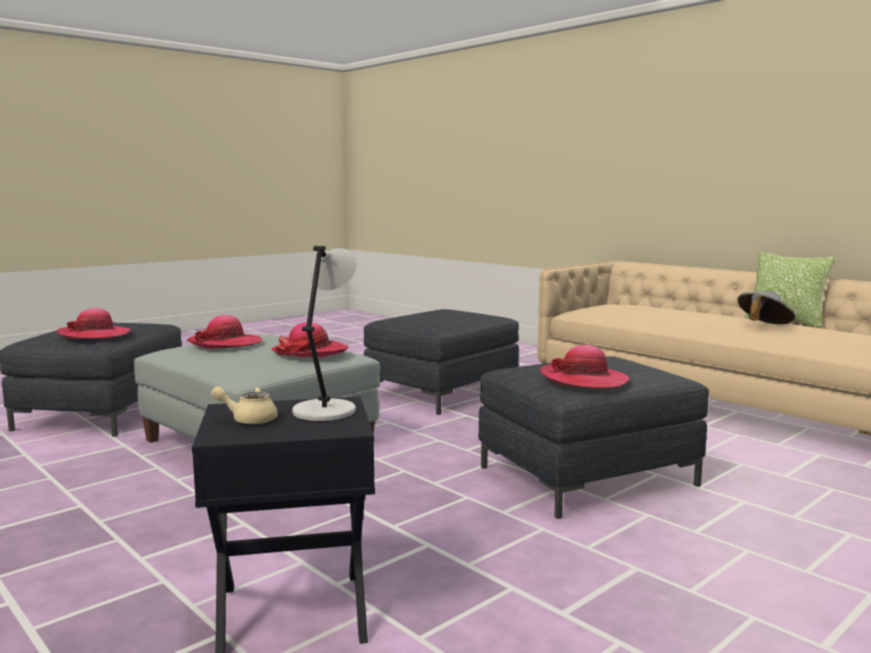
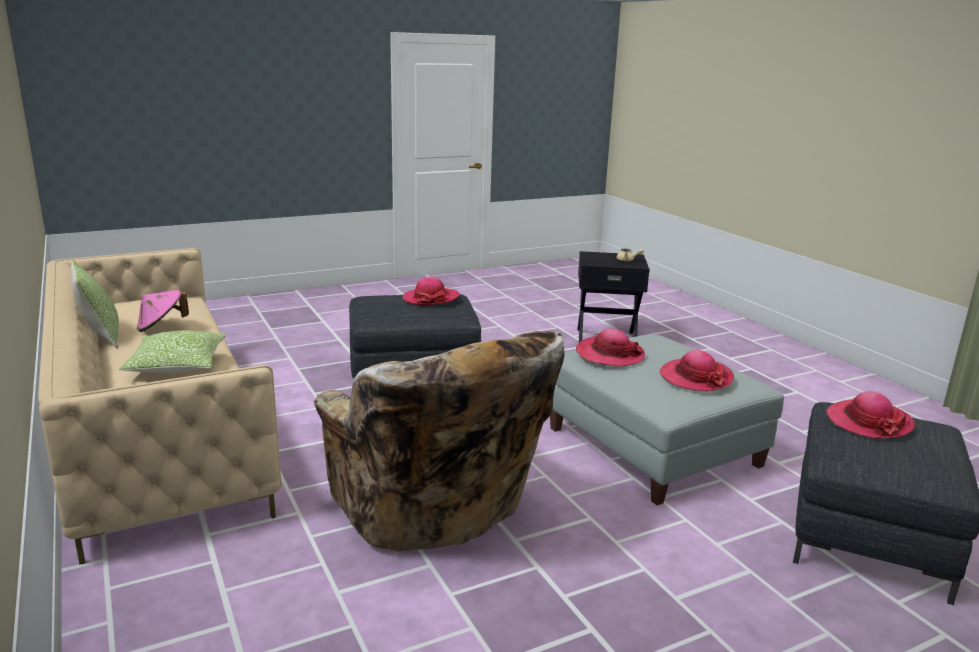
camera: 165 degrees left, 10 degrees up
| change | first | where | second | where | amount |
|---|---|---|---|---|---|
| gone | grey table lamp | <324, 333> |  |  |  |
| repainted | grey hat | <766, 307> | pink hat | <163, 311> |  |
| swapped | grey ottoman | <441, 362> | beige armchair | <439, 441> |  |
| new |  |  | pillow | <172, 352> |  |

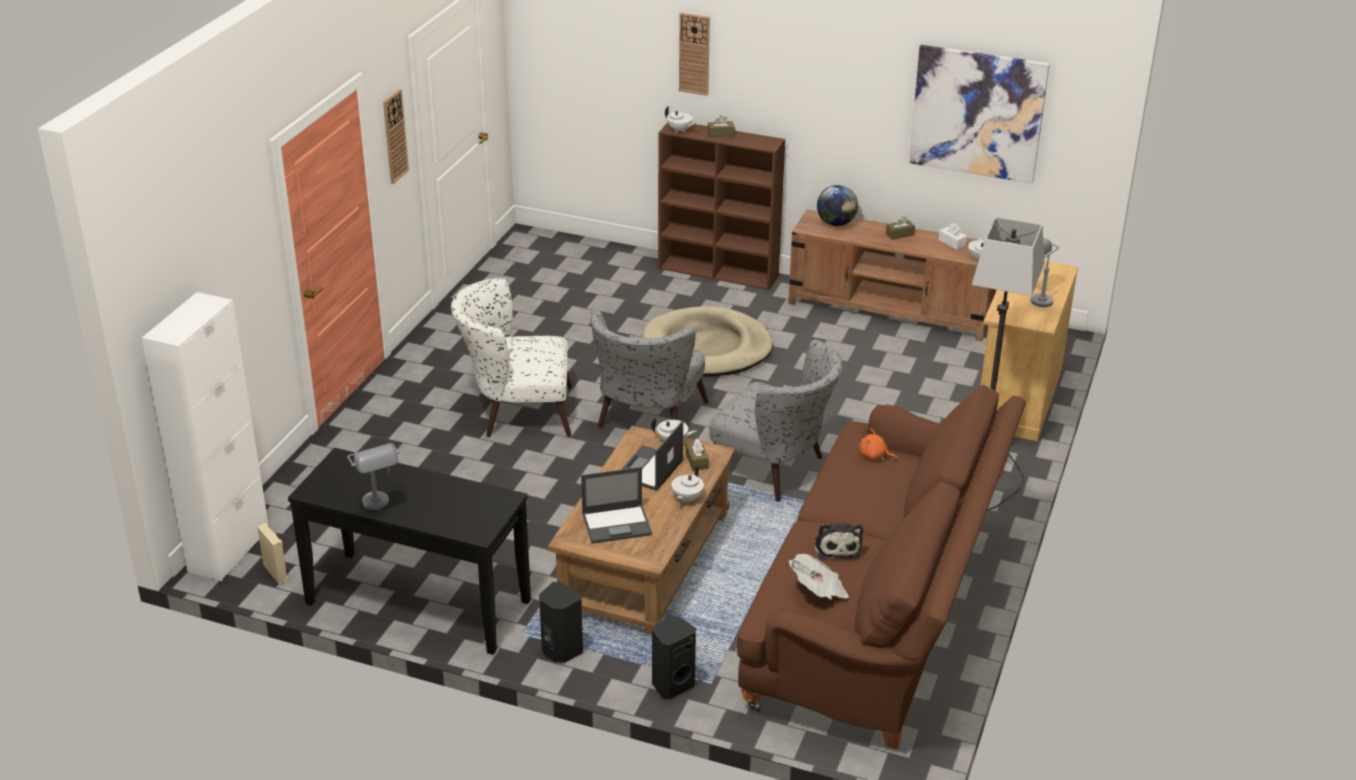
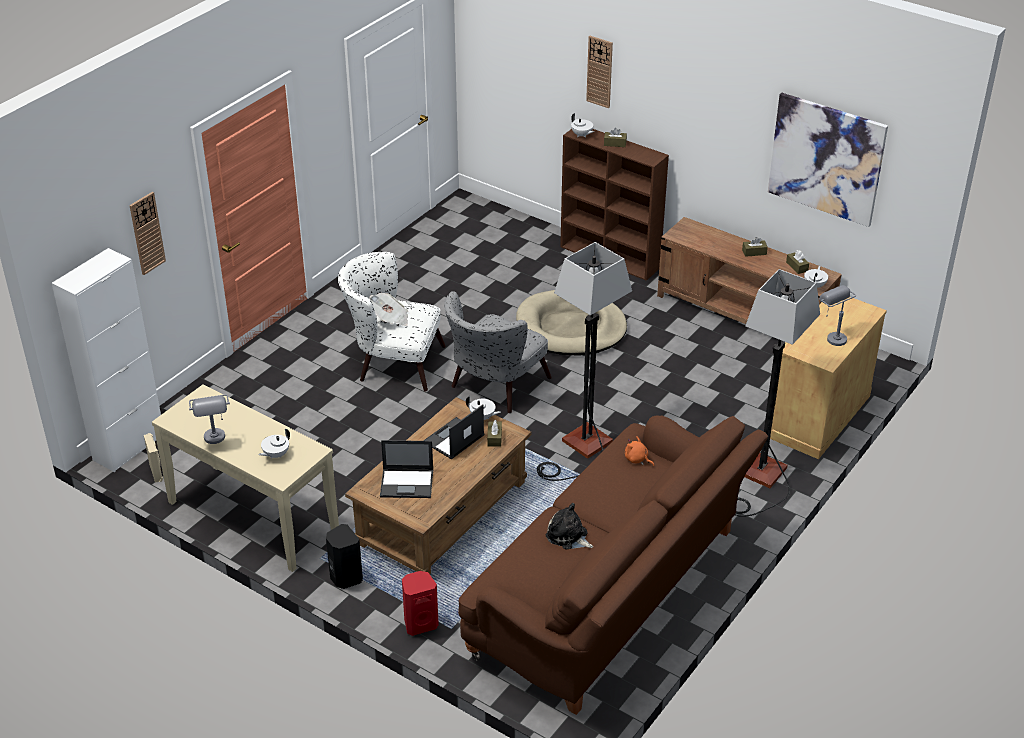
camera: 15 degrees right, 5 degrees up
| change | first | where | second | where | amount |
|---|---|---|---|---|---|
| shifted | wall clock | <396, 136> |  | <148, 233> |  |
| gone | globe | <837, 205> |  |  |  |
| repainted | white tissue box | <953, 236> | brown tissue box | <797, 262> |  |
| swapped | grey armchair | <775, 421> | floor lamp | <584, 361> |  |
| repainted | black console table | <409, 551> | beige console table | <245, 478> |  |
| shifted | white teapot | <687, 484> |  | <274, 443> |  |
| rotated | plush toy | <839, 541> |  | <569, 526> | 120 degrees clockwise |
| shifted | newspaper | <819, 576> |  | <388, 309> |  |
| repainted | black speaker | <674, 658> | red speaker | <420, 603> |  |

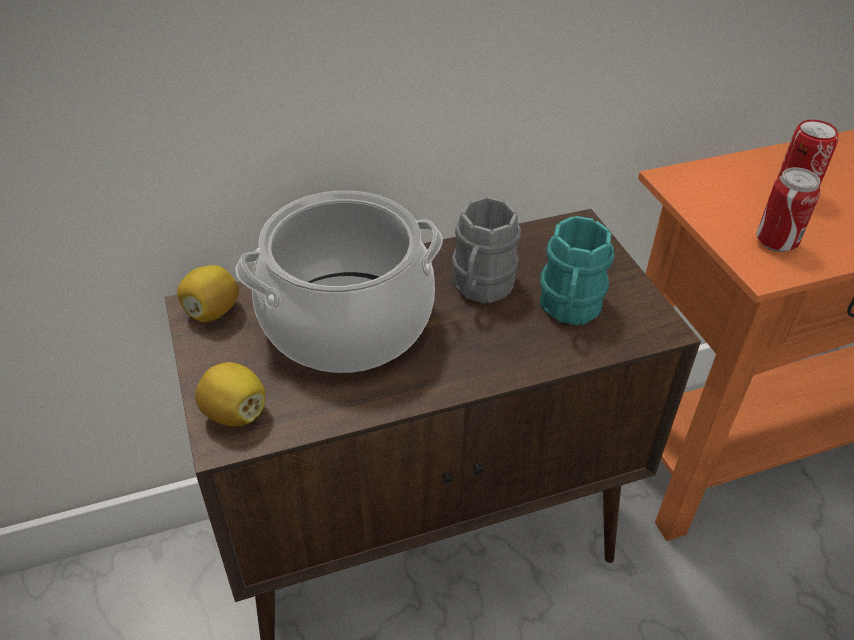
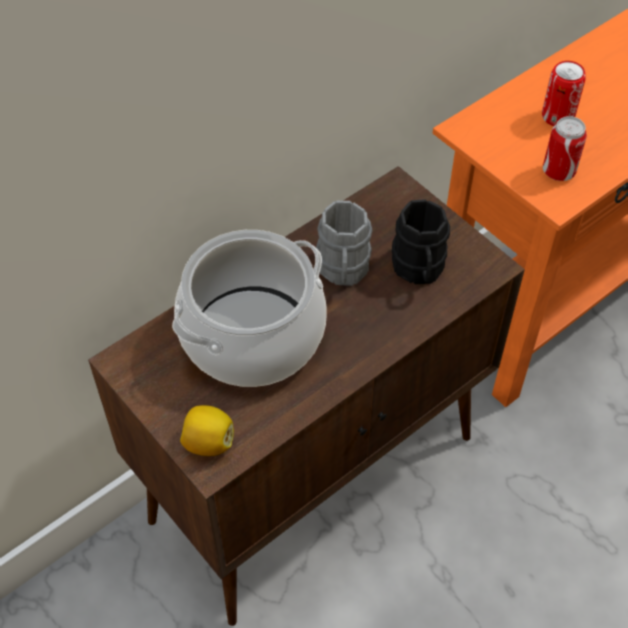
camera: 20 degrees left, 10 degrees up
| change | first | where | second | where | amount |
|---|---|---|---|---|---|
| repainted | turquoise mug | <577, 270> | black mug | <421, 241> |  |
| gone | lemon | <208, 293> |  |  |  |

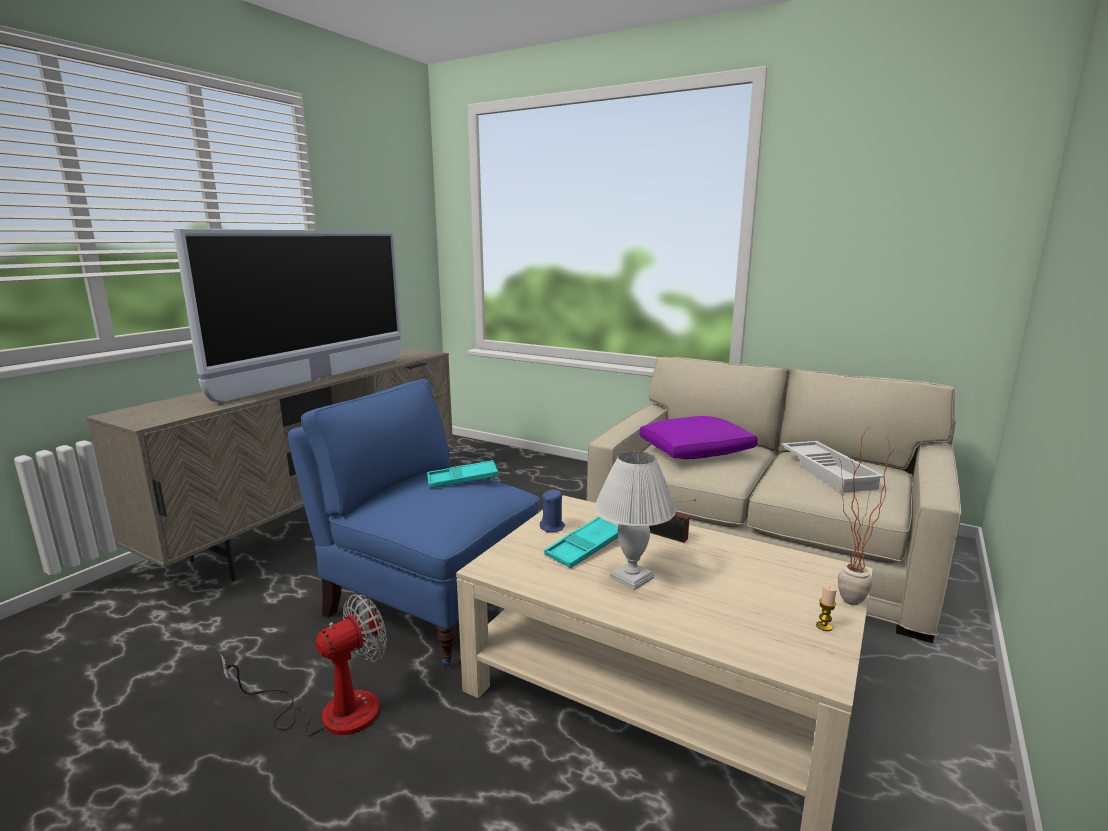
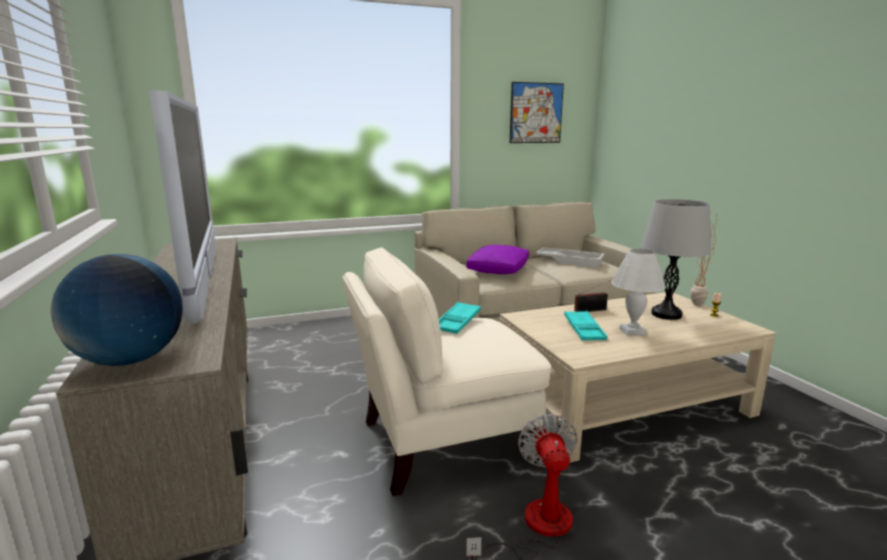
camera: 50 degrees left, 0 degrees up
| change | first | where | second | where | amount |
|---|---|---|---|---|---|
| repainted | blue armchair | <413, 522> | beige armchair | <446, 371> |  |
| gone | blue candle | <552, 511> |  |  |  |
| new |  |  | picture | <537, 112> |  |
| new |  |  | grey table lamp | <676, 259> |  |
| new |  |  | globe | <116, 310> |  |

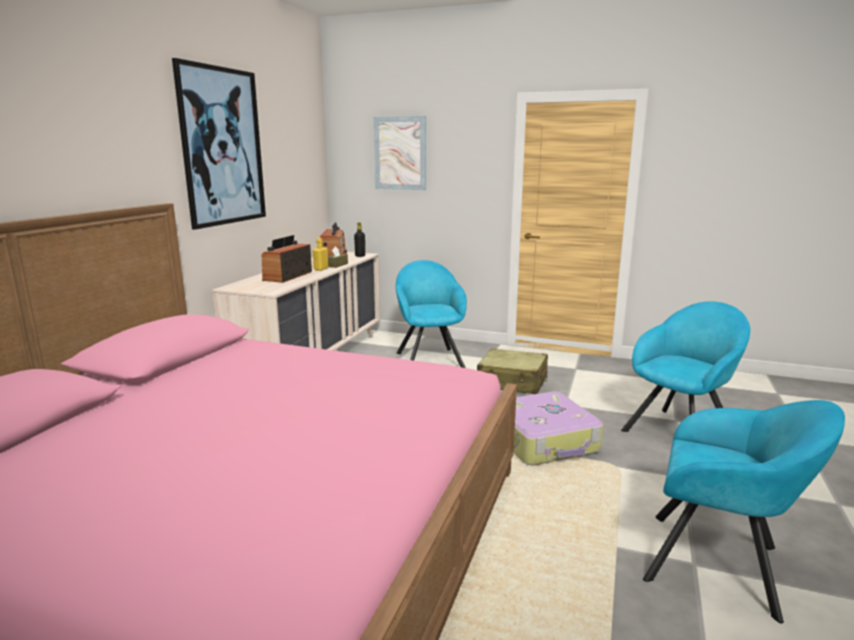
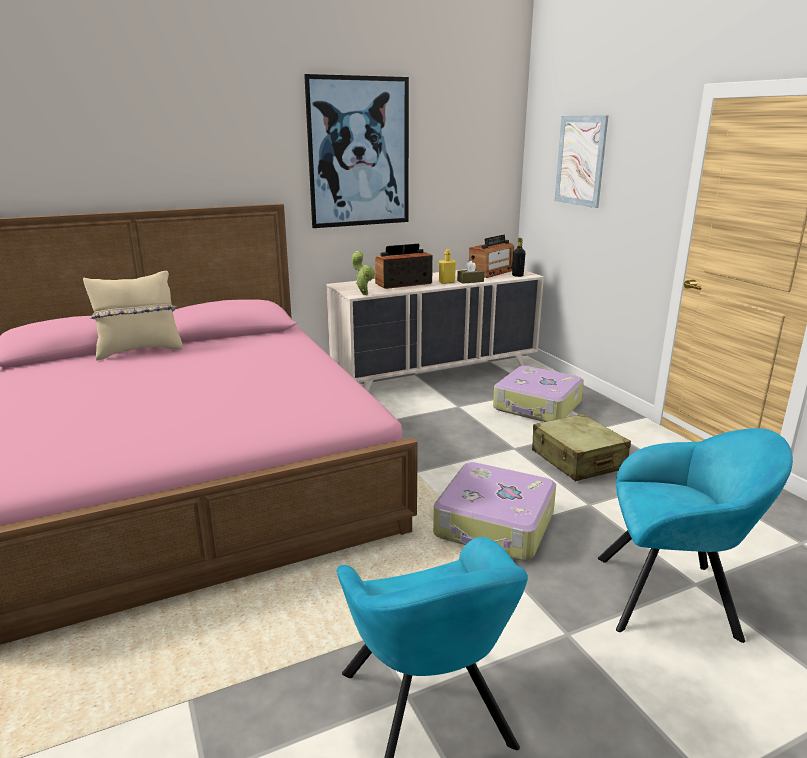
camera: 45 degrees right, 5 degrees up
| change | first | where | second | where | amount |
|---|---|---|---|---|---|
| swapped | turquoise armchair | <431, 314> | suitcase | <538, 394> |  |
| new |  |  | potted plant | <363, 273> |  |
| new |  |  | beige pillow | <133, 315> |  |

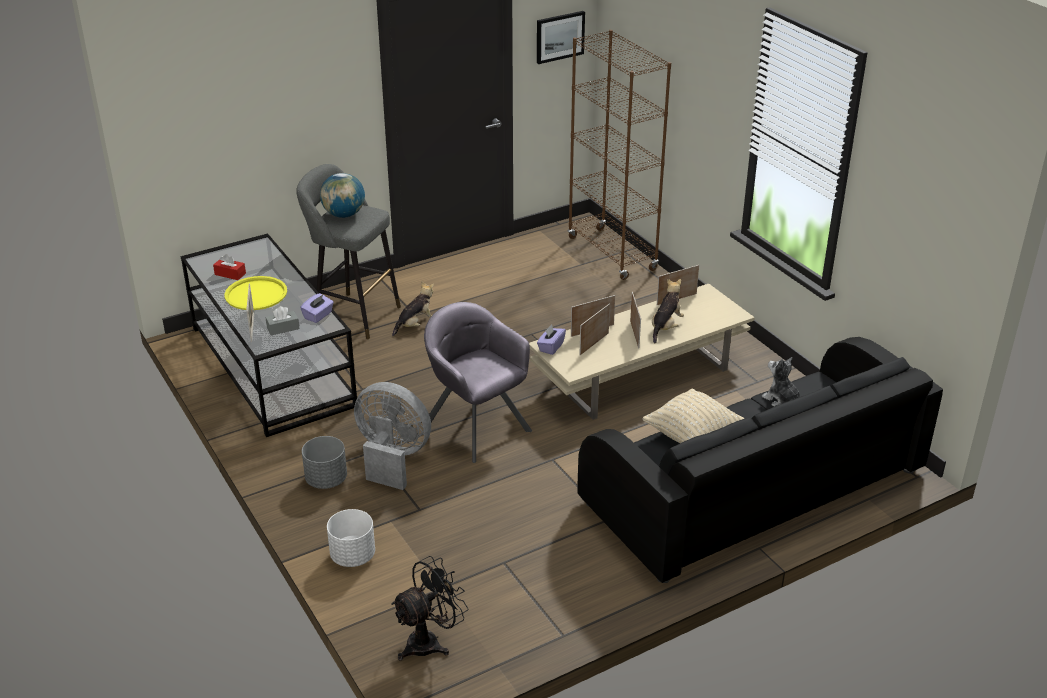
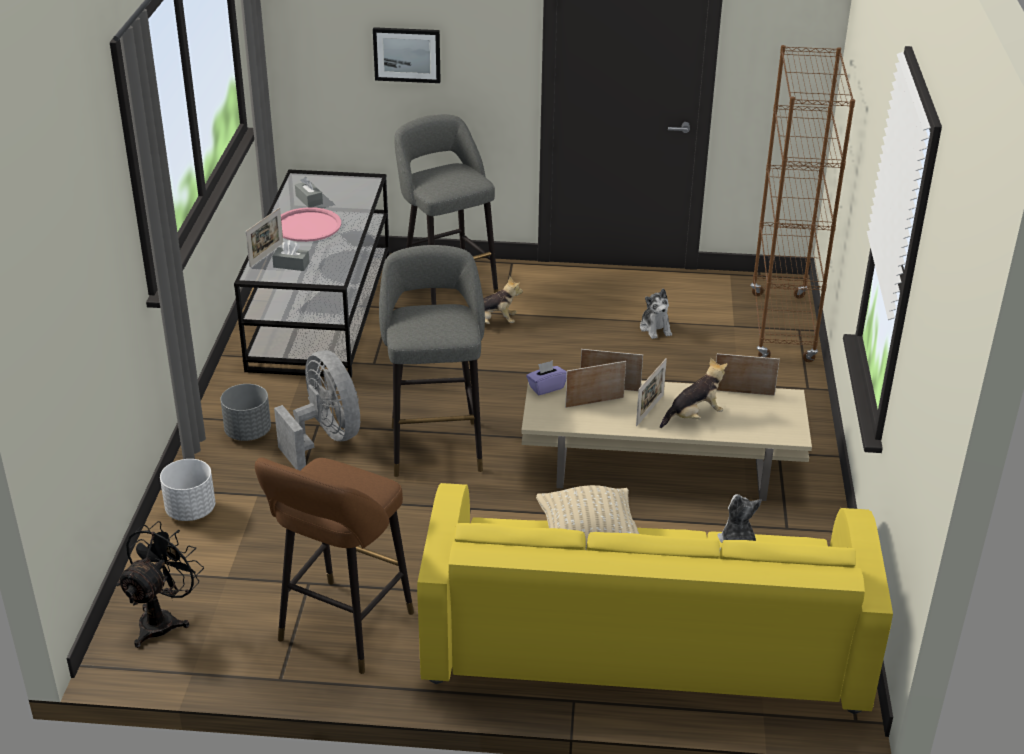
camera: 35 degrees right, 0 degrees up
| change | first | where | second | where | amount |
|---|---|---|---|---|---|
| shifted | picture | <561, 37> |  | <407, 55> |  |
| gone | globe | <342, 195> |  |  |  |
| repainted | red tissue box | <229, 267> | grey tissue box | <309, 192> |  |
| repainted | yellow tray | <255, 293> | pink tray | <311, 224> |  |
| gone | purple tissue box | <317, 308> |  |  |  |
| swapped | grey armchair | <478, 382> | grey stool | <432, 361> |  |
| repainted | black sofa | <760, 460> | yellow sofa | <655, 598> |  |
| rotated | black fan | <429, 608> |  | <160, 584> | 60 degrees counterclockwise |
| new |  |  | plush toy | <656, 313> |  |
| new |  |  | brown stool | <334, 566> |  |

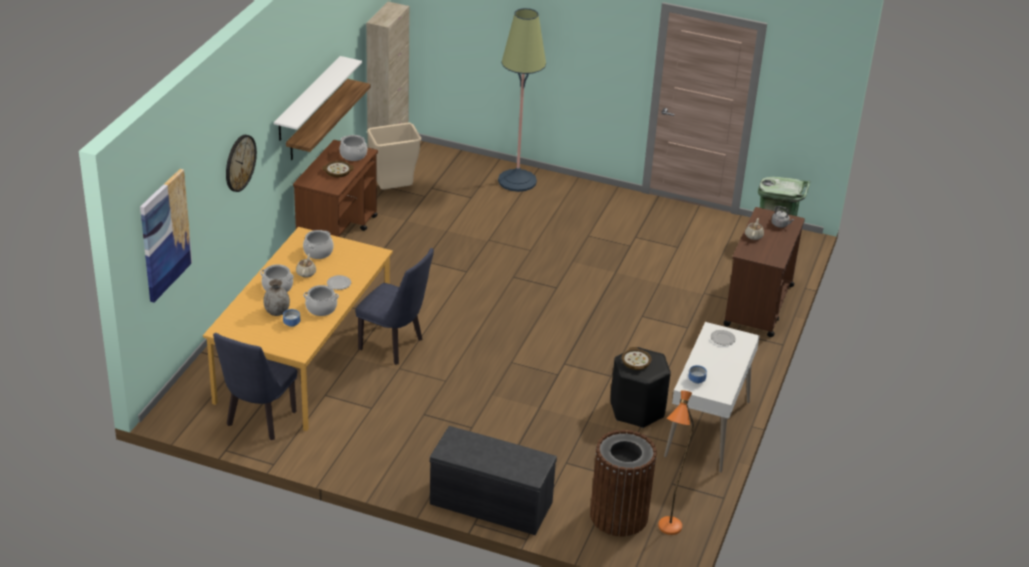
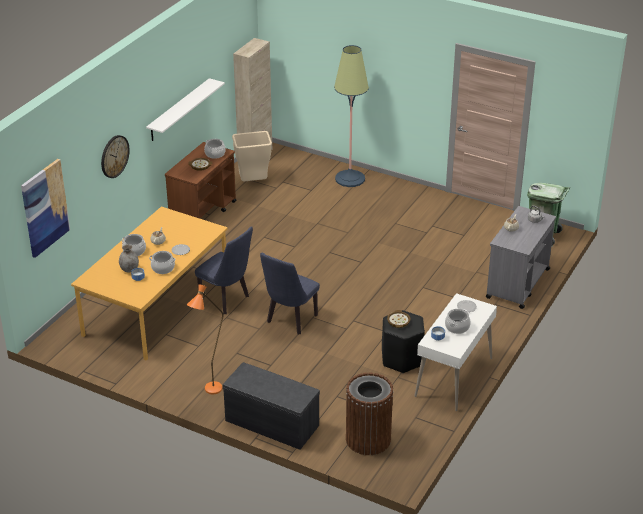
camera: 10 degrees right, 0 degrees up
| change | first | where | second | where | amount |
|---|---|---|---|---|---|
| gone | shelf | <328, 119> |  |  |  |
| repainted | brown cart | <764, 272> | grey cart | <521, 257> |  |
| shifted | cooking pot | <318, 244> |  | <458, 321> |  |
| shifted | blue chair | <255, 386> |  | <290, 293> |  |
| shifted | orange floor lamp | <676, 462> |  | <205, 339> |  |

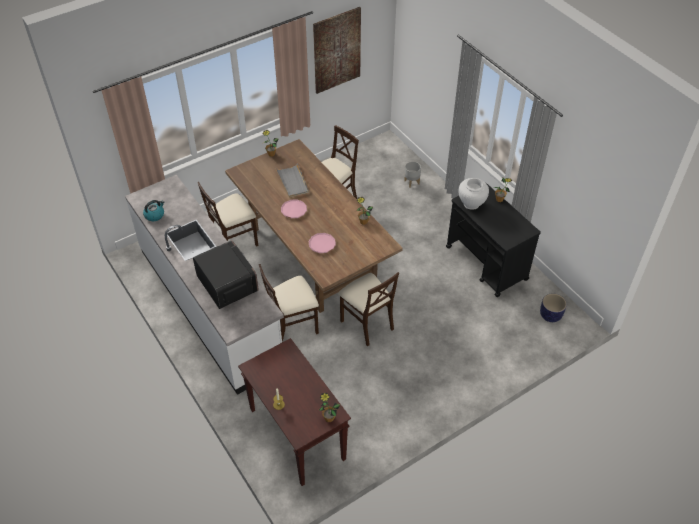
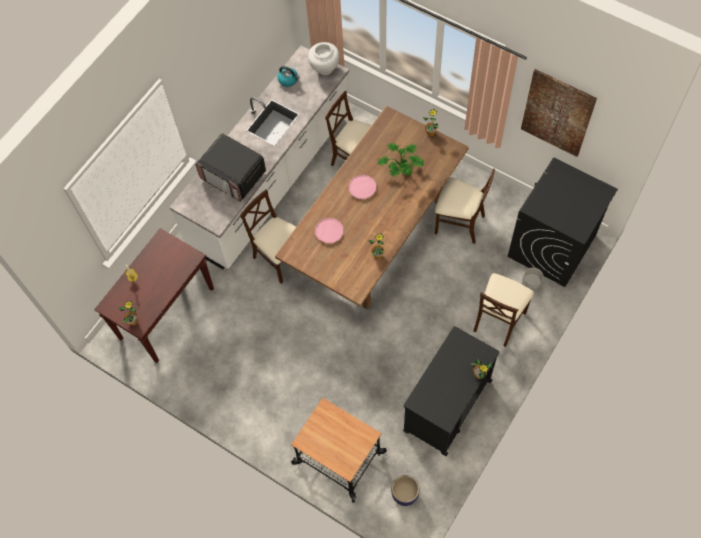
camera: 70 degrees right, 15 degrees up
| change | first | where | second | where | amount |
|---|---|---|---|---|---|
| swapped | grey tray | <292, 180> | potted plant | <401, 160> |  |
| shifted | white vase | <473, 194> |  | <324, 58> |  |
| rotated | microwave | <226, 274> |  | <231, 167> | 90 degrees clockwise |
| shifted | beige chair | <368, 309> |  | <503, 310> |  |
| new |  |  | black washing machine | <563, 222> |  |
| new |  |  | cart | <339, 450> |  |

